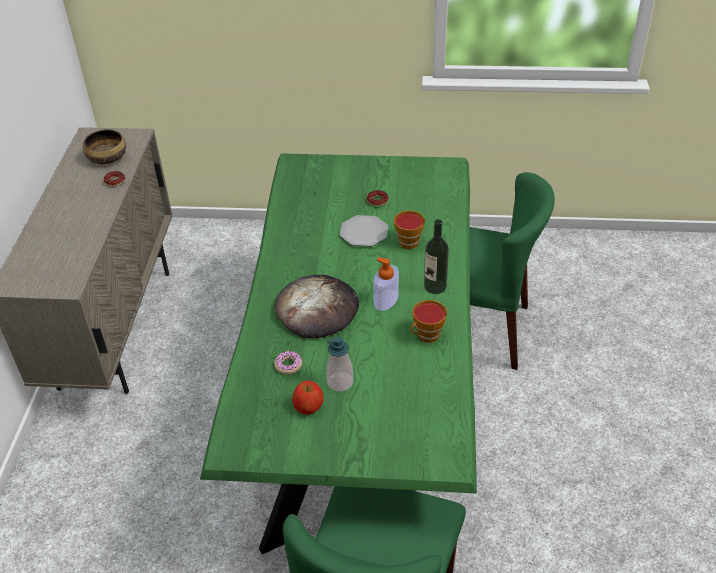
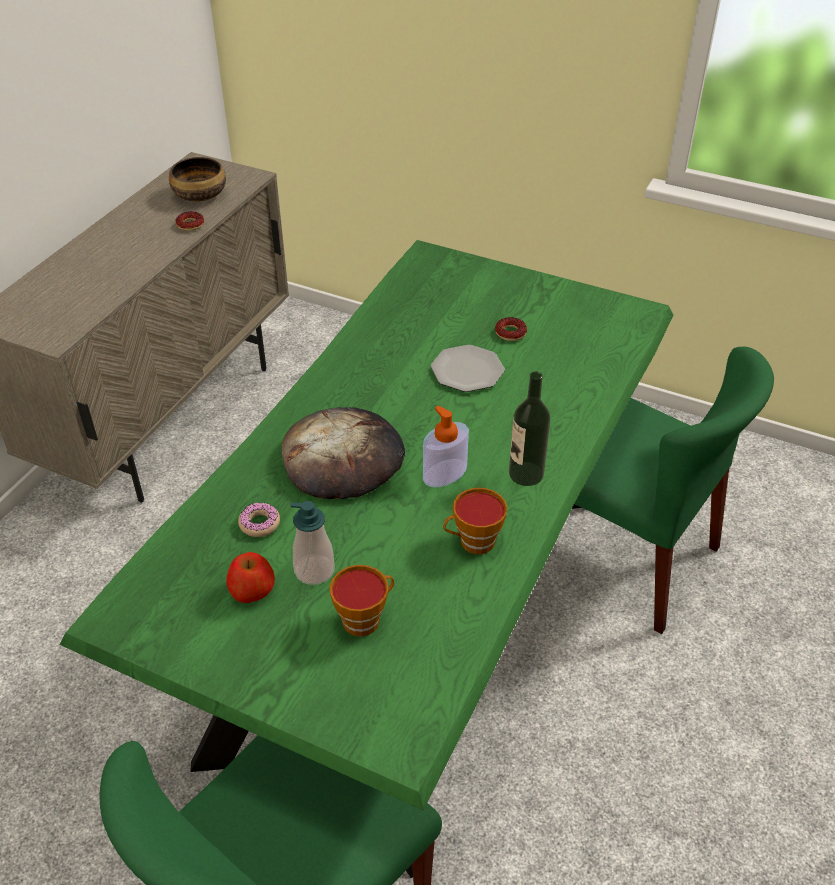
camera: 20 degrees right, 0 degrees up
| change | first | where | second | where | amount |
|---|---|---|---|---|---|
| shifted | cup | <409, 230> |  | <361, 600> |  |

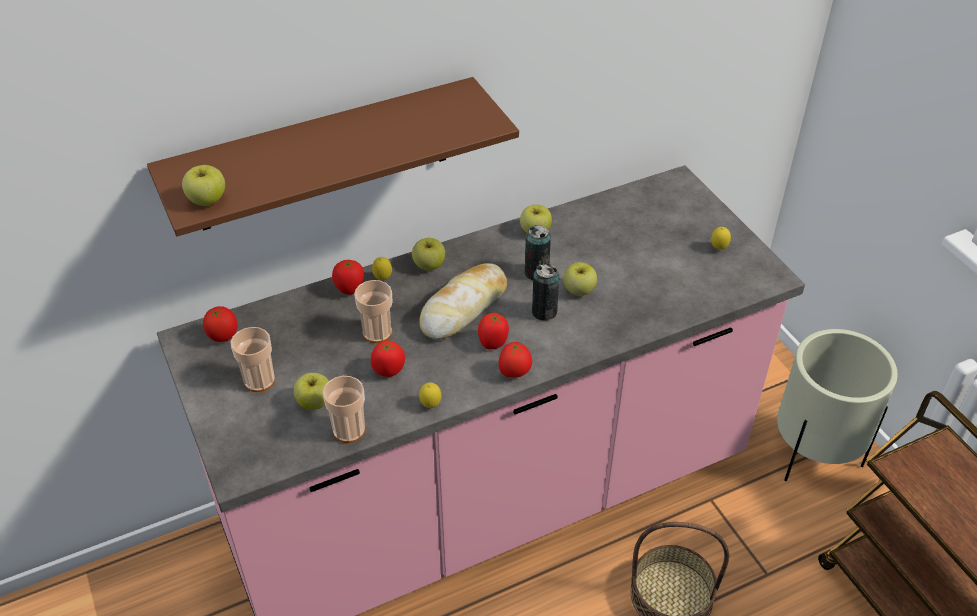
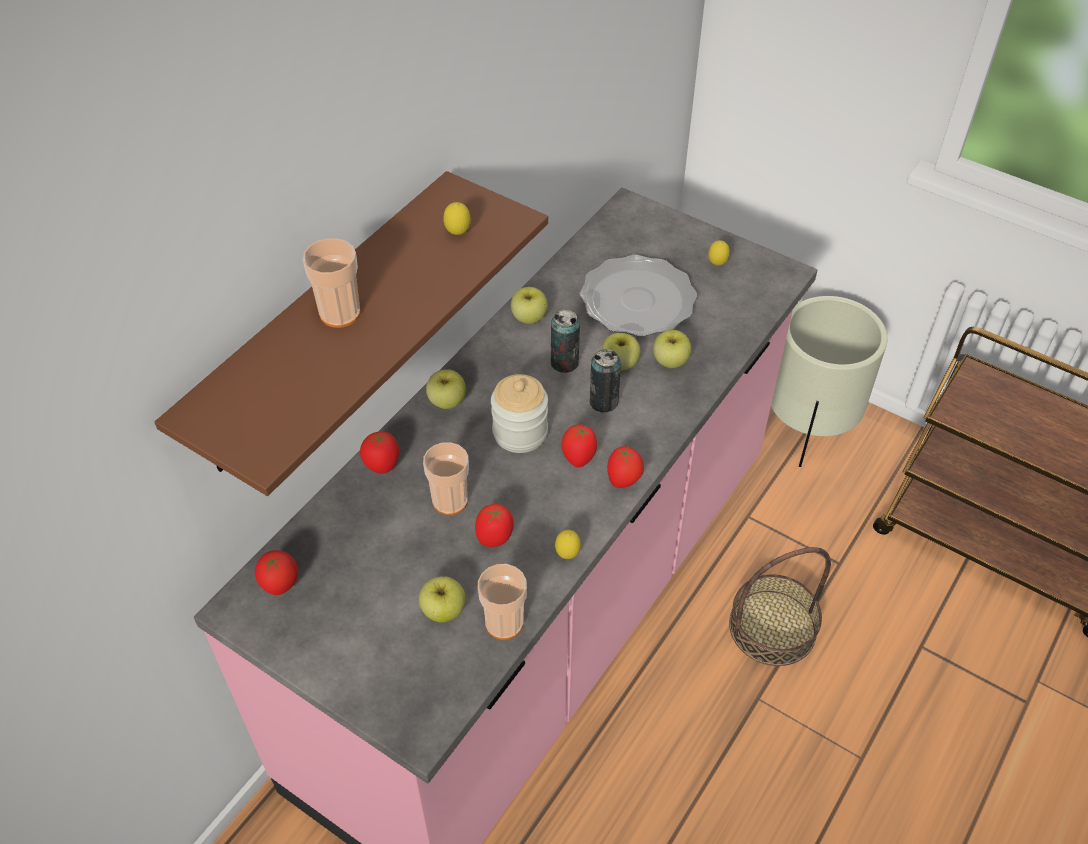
camera: 30 degrees left, 5 degrees up
| change | first | where | second | where | amount |
|---|---|---|---|---|---|
| shifted | apple | <203, 185> |  | <672, 349> |  |
| shifted | lemon | <382, 268> |  | <457, 218> |  |
| swapped | bread | <463, 301> | jar | <519, 413> |  |
| shifted | cup | <253, 359> |  | <331, 283> |  |
| new |  |  | plate | <638, 296> |  |

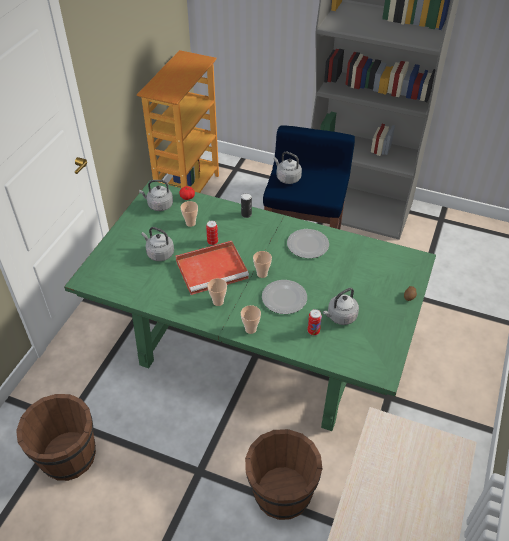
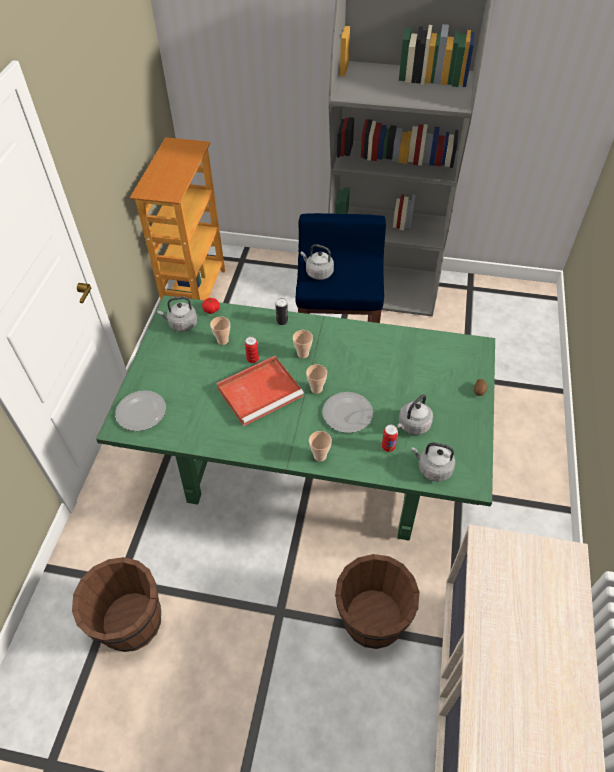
camera: 10 degrees left, 5 degrees up
| change | first | where | second | where | amount |
|---|---|---|---|---|---|
| shifted | grey kettle | <158, 244> |  | <433, 462> |  |
| shifted | plate | <308, 243> |  | <140, 410> |  |
| shifted | cup | <217, 292> |  | <303, 344> |  |

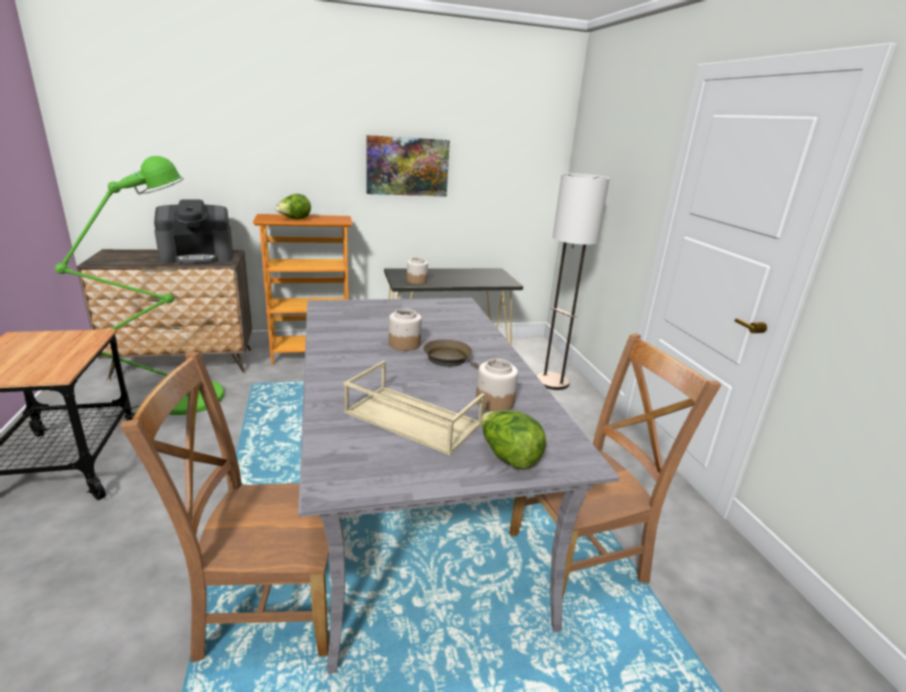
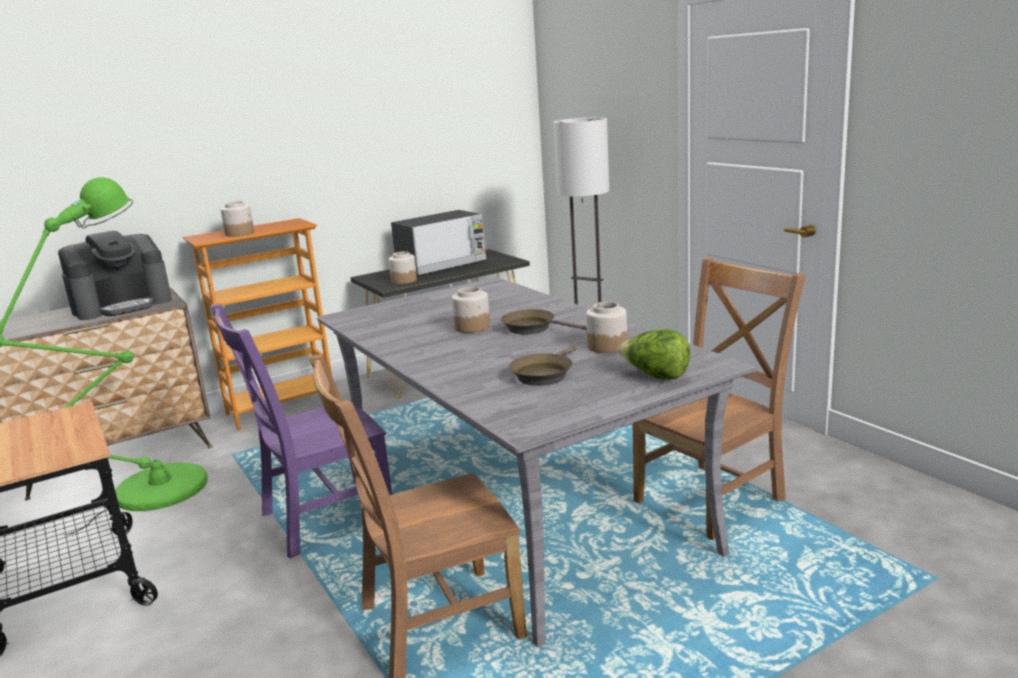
camera: 15 degrees left, 5 degrees down
| change | first | where | second | where | amount |
|---|---|---|---|---|---|
| gone | picture | <408, 166> |  |  |  |
| swapped | lettuce | <293, 206> | jar | <237, 219> |  |
| swapped | beige tray | <414, 407> | brown frying pan | <543, 366> |  |
| new |  |  | microwave | <438, 242> |  |
| new |  |  | purple chair | <301, 431> |  |

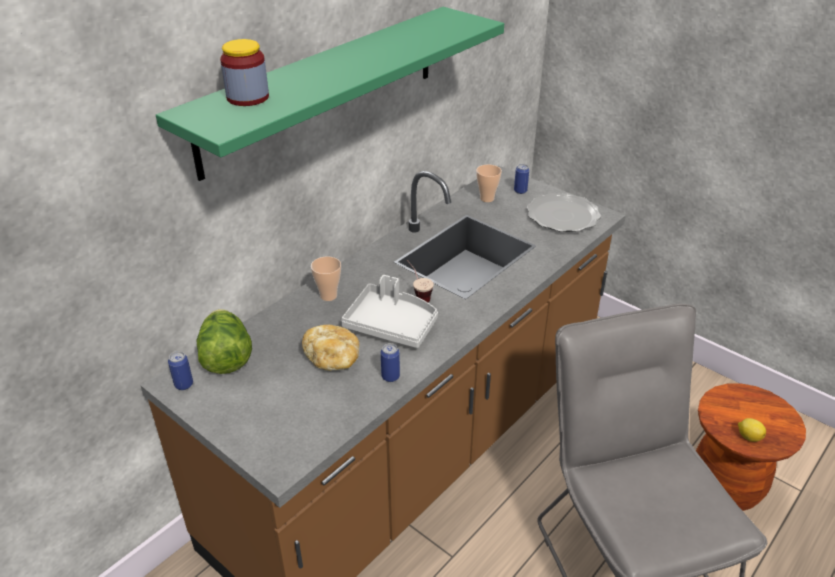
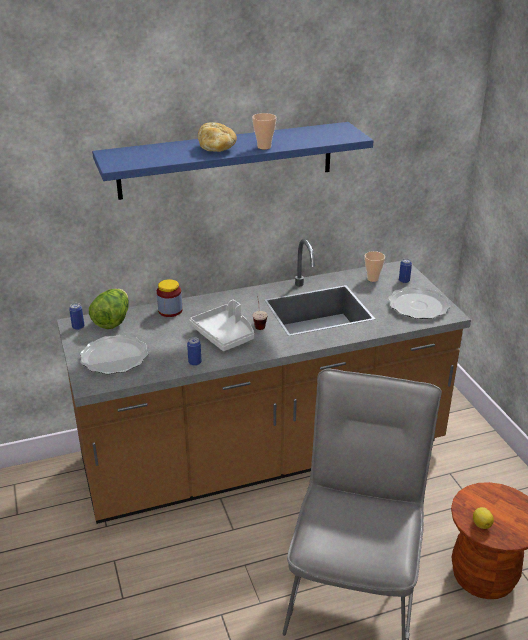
camera: 30 degrees right, 5 degrees down
| change | first | where | second | where | amount |
|---|---|---|---|---|---|
| repainted | green shelf | <330, 94> | blue shelf | <233, 161> |  |
| shifted | jar | <244, 72> |  | <169, 298> |  |
| shifted | cup | <326, 278> |  | <264, 131> |  |
| shifted | bread | <331, 348> |  | <217, 137> |  |
| new |  |  | plate | <114, 354> |  |

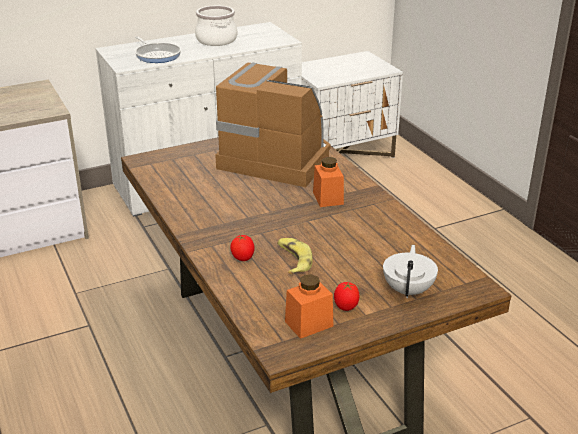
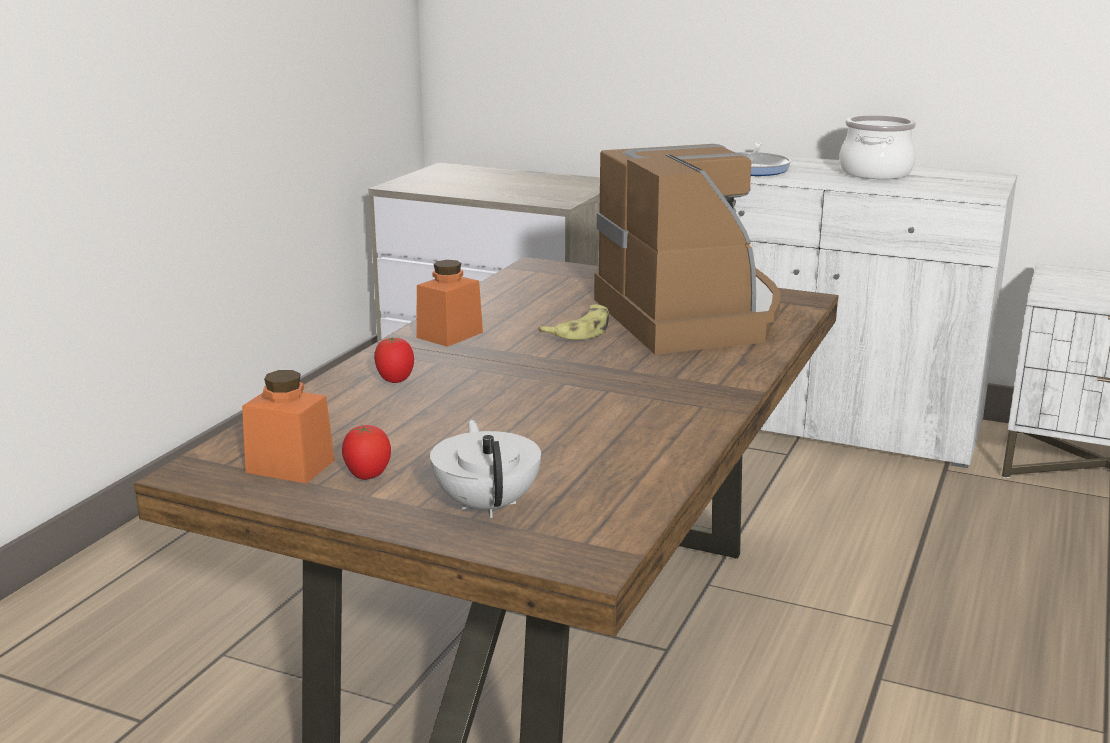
camera: 50 degrees right, 10 degrees down
| change | first | where | second | where | amount |
|---|---|---|---|---|---|
| shifted | orange jar | <328, 182> |  | <449, 303> |  |
| shifted | banana | <295, 256> |  | <573, 322> |  |
| rotated | white teapot | <410, 271> |  | <485, 469> | 75 degrees counterclockwise |

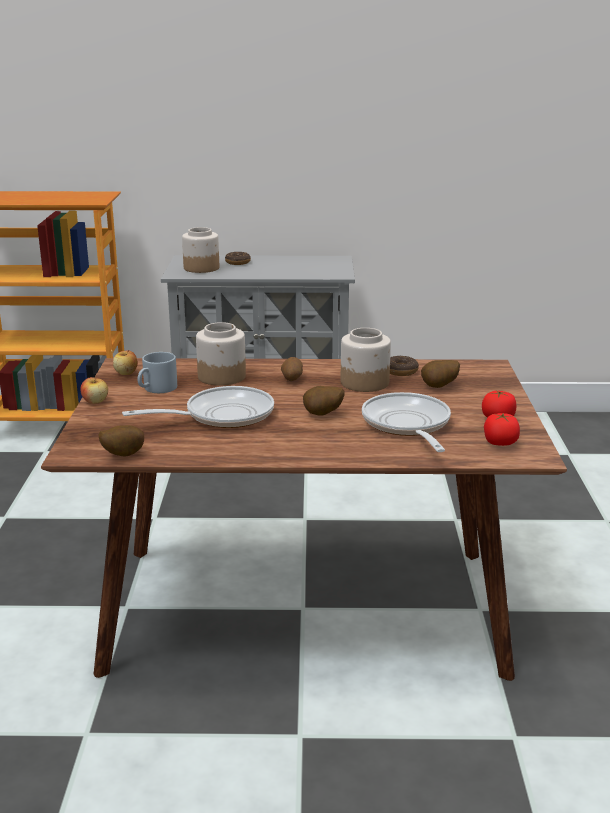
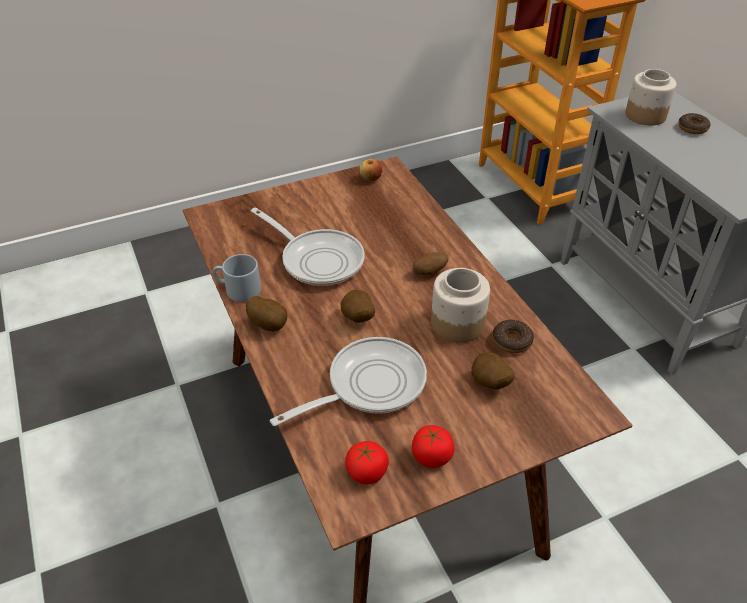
camera: 65 degrees right, 20 degrees up
| change | first | where | second | where | amount |
|---|---|---|---|---|---|
| gone | jar | <221, 354> |  |  |  |
| shifted | grey mug | <157, 372> |  | <236, 278> |  |
| gone | apple | <94, 389> |  |  |  |
| shifted | potato | <121, 441> |  | <267, 313> |  |

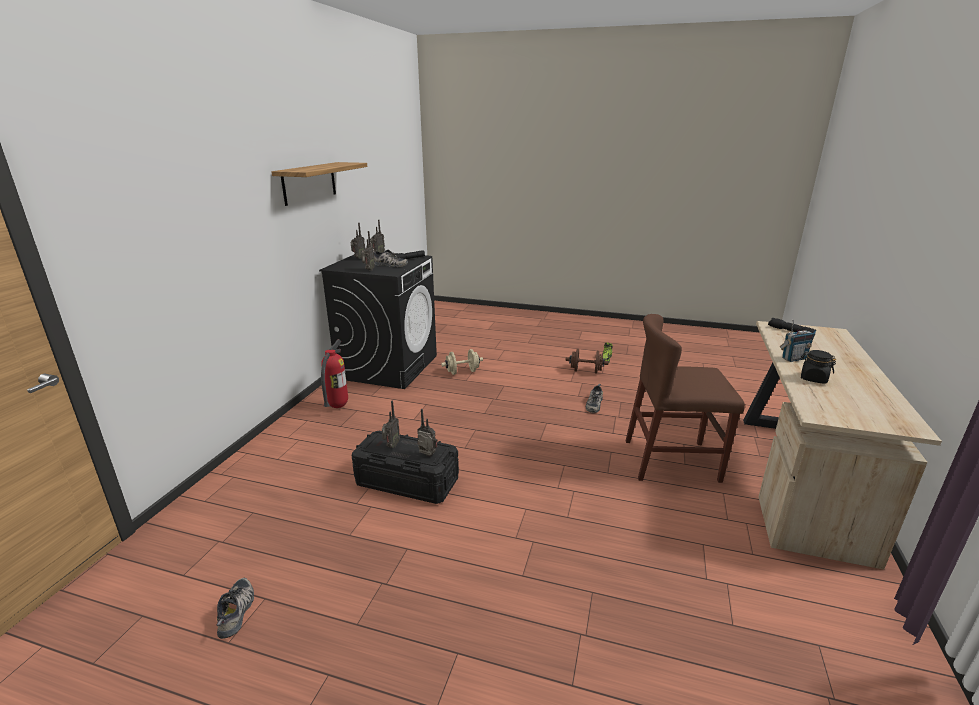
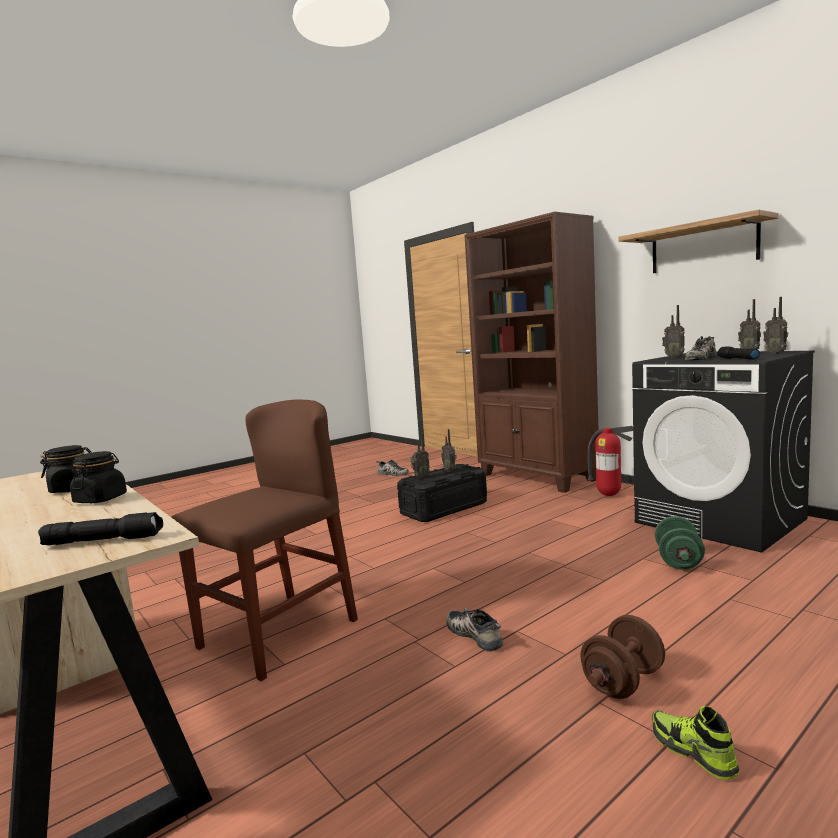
camera: 125 degrees right, 15 degrees down
| change | first | where | second | where | amount |
|---|---|---|---|---|---|
| swapped | radio | <797, 340> | black jar | <98, 477> |  |
| repainted | beige dumbbell | <462, 362> | green dumbbell | <680, 542> |  |
| new |  |  | brown bookcase | <532, 352> |  |

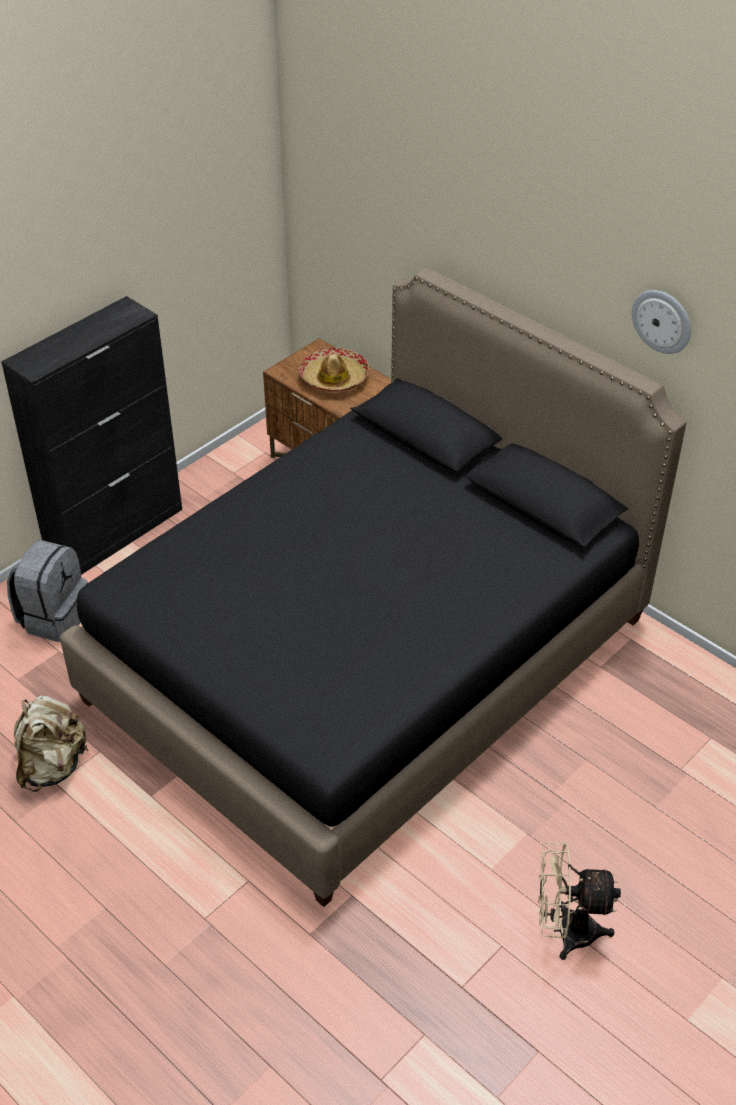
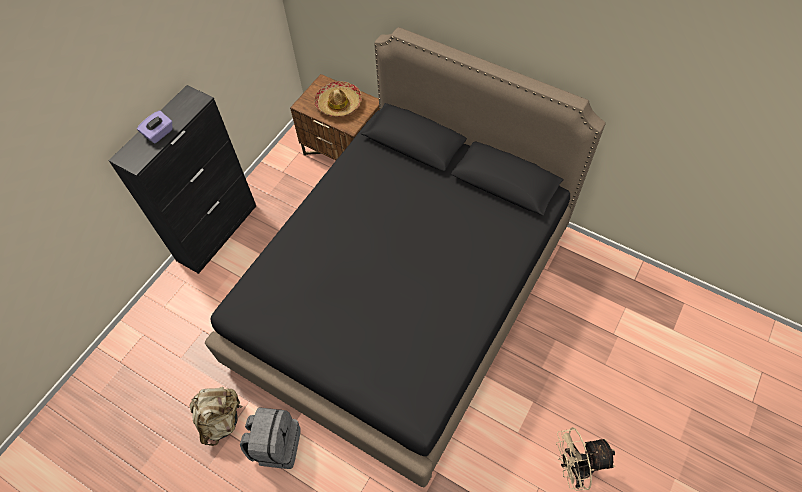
camera: 10 degrees left, 15 degrees up
| change | first | where | second | where | amount |
|---|---|---|---|---|---|
| gone | wall clock | <661, 322> |  |  |  |
| shifted | grey backpack | <47, 591> |  | <270, 438> |  |
| new |  |  | purple tissue box | <155, 126> |  |

